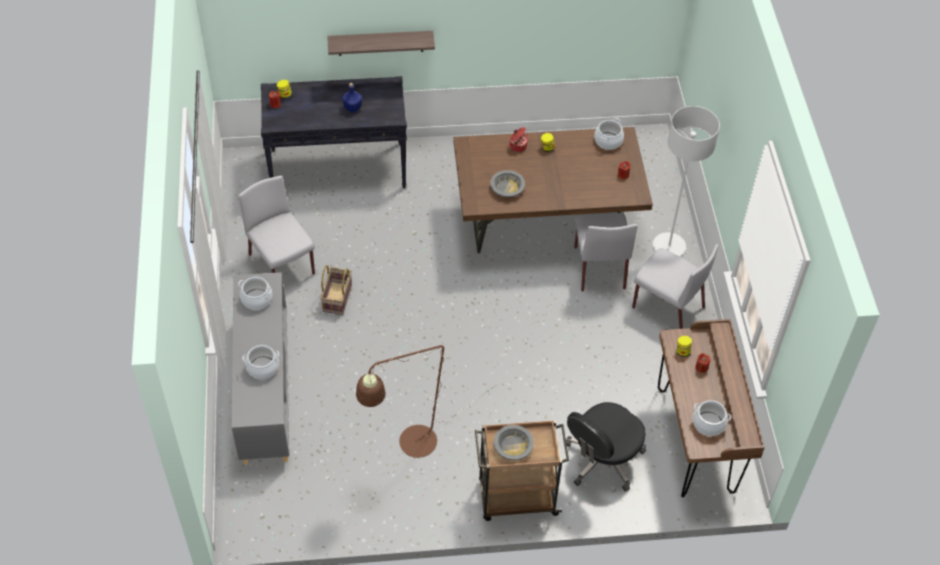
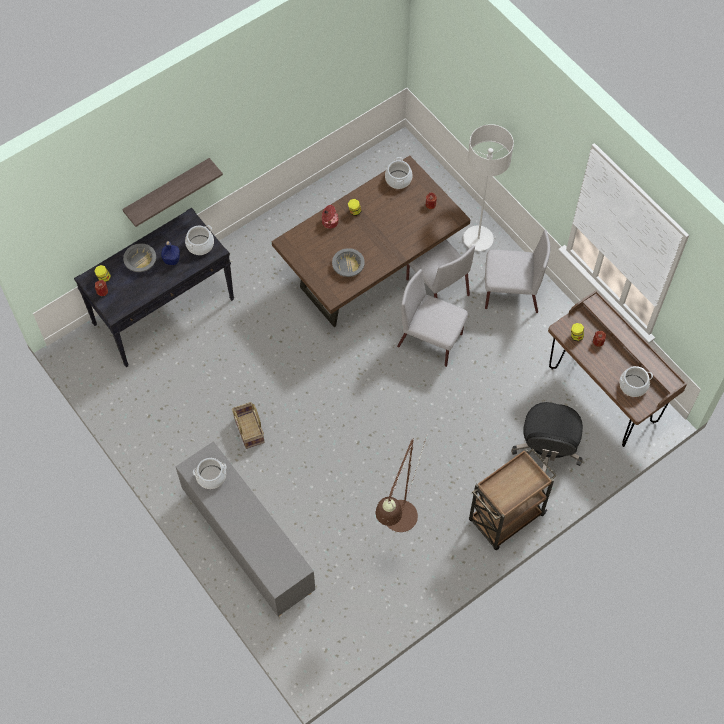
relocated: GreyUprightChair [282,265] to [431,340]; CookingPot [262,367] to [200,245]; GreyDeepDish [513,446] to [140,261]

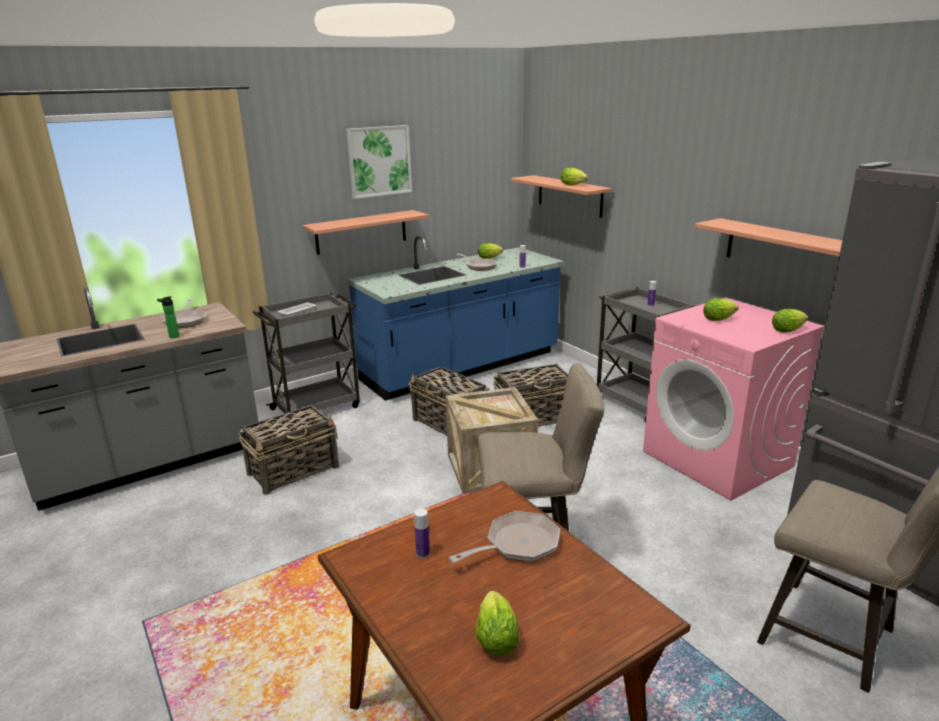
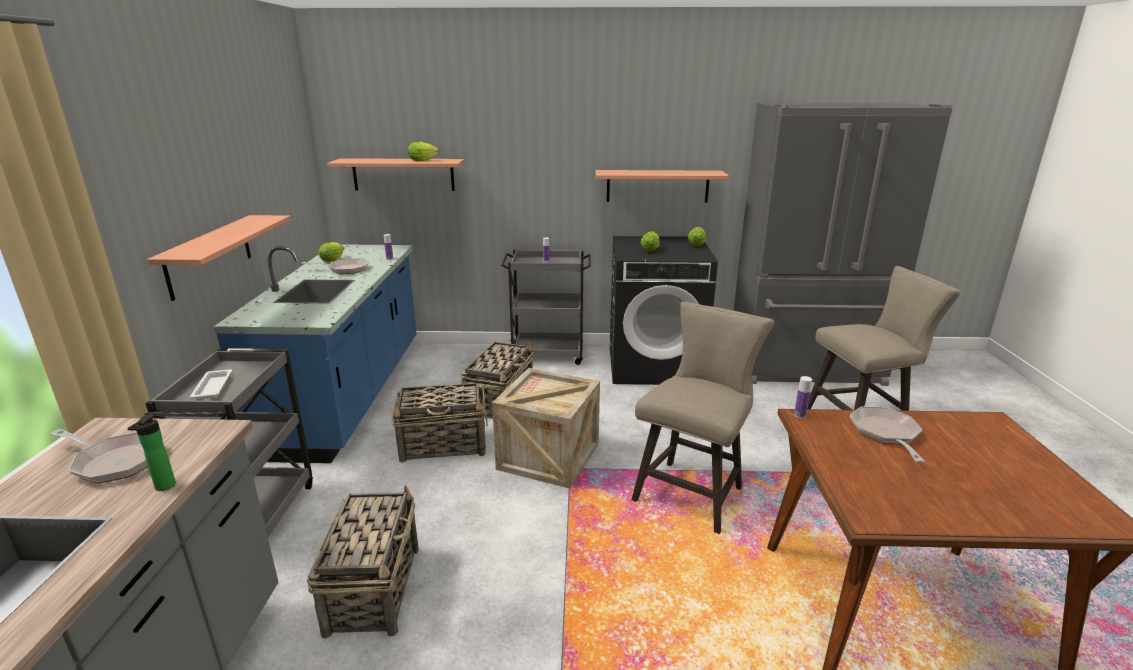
missing: Picture [379,161]; HeadOfLettuce [495,635]
relocated: BeverageBottle [423,553] to [800,415]
colour: PinkLaundryMachine [718,459] to BlackLaundryMachine [655,365]

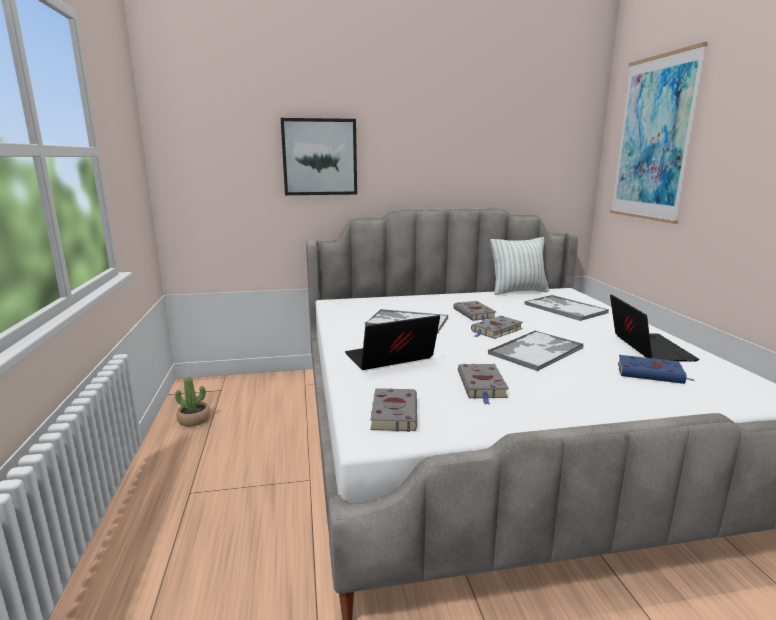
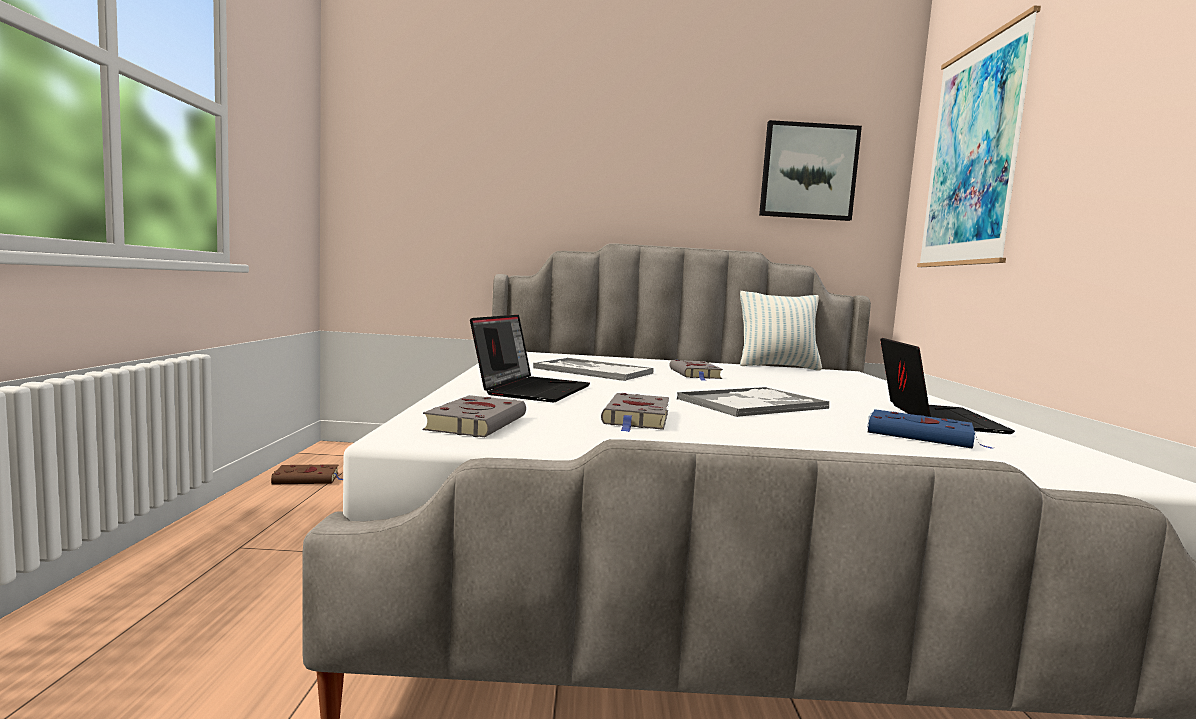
missing: Tray [564,308]; GreyVolume [496,330]
relocated: Picture [319,157] to [808,171]
exchanged: PlantInAPot [194,420] to BrownVolume [308,479]
spun: NotebookComputer [389,359] = [532,389] 120 degrees clockwise

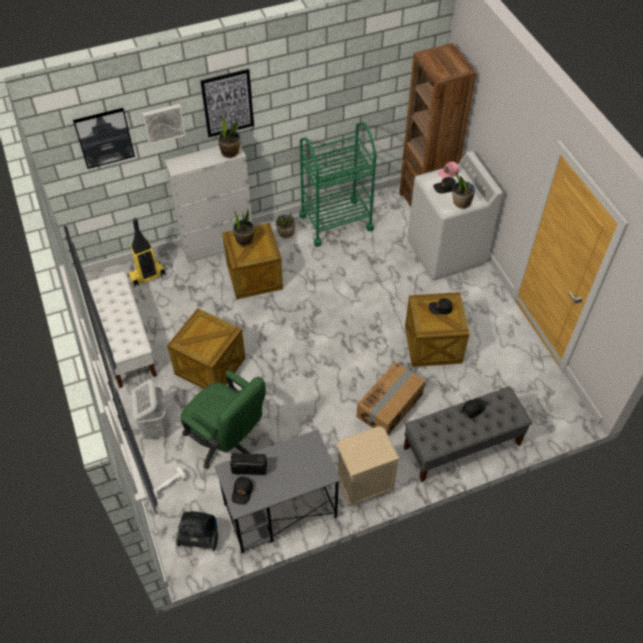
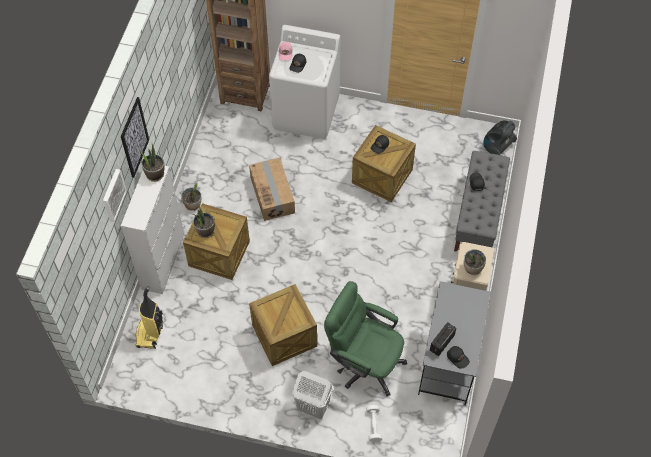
missing: Picture [104,137]; GreenishWheeledCart [336,222]; WhiteColouredLongSeat [125,342]
relocated: PlantInAPot [461,203] to [473,268]; CardboardBox [390,406] to [273,195]; VacuumCleaner [200,537] to [497,147]
spun: GreenishDeskChair [227,441] = [364,362] 135 degrees counterclockwise

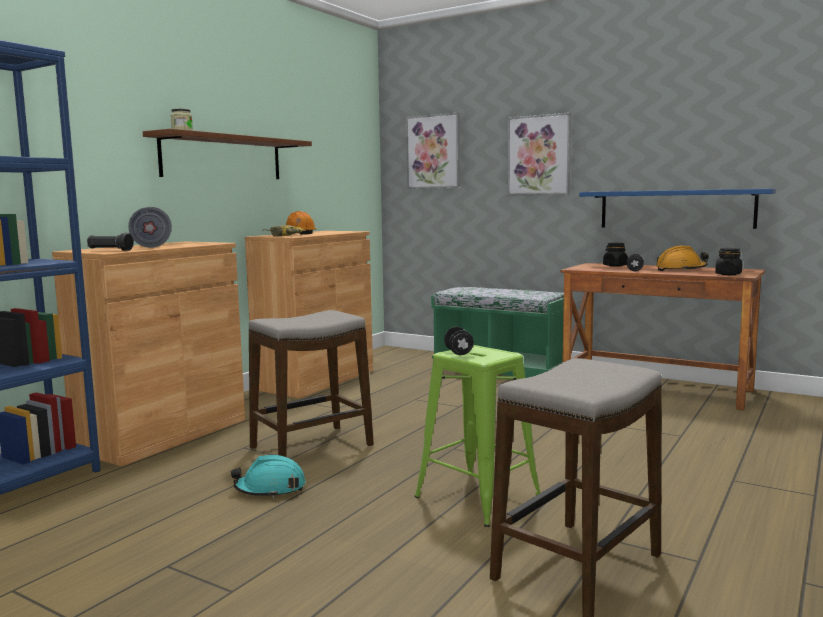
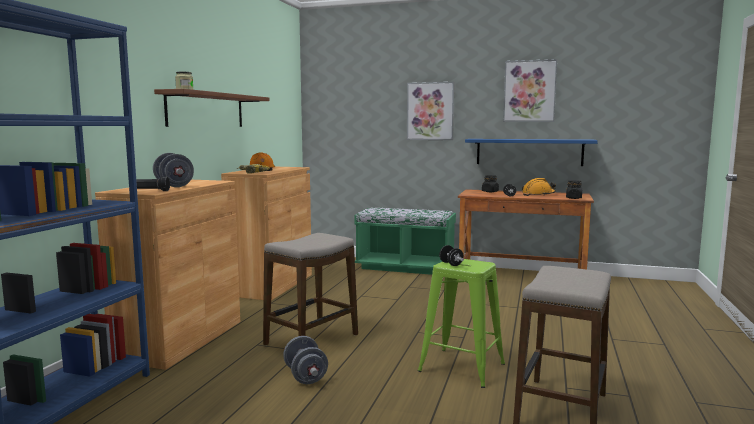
relocated: Picture [434,152] to [529,91]
exchanged: TurquoiseColouredWorkHelmet [270,489] to GreyFreeWeight [305,376]

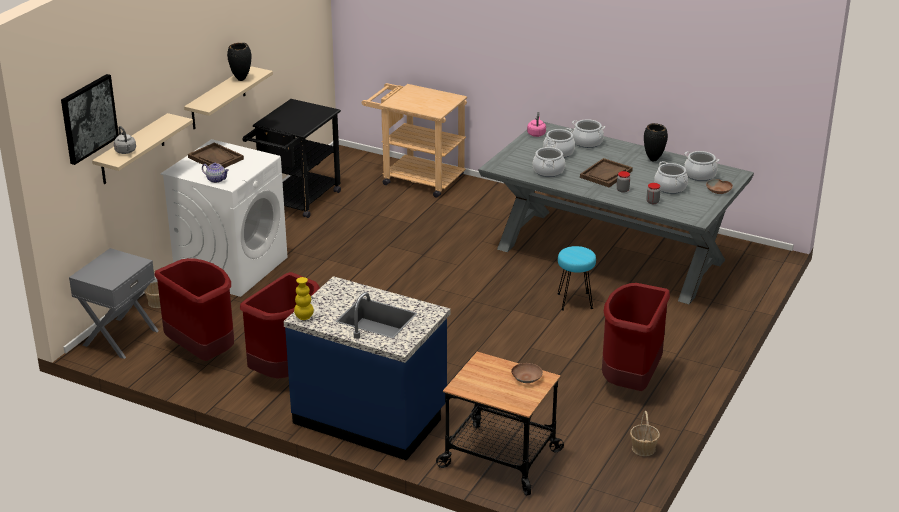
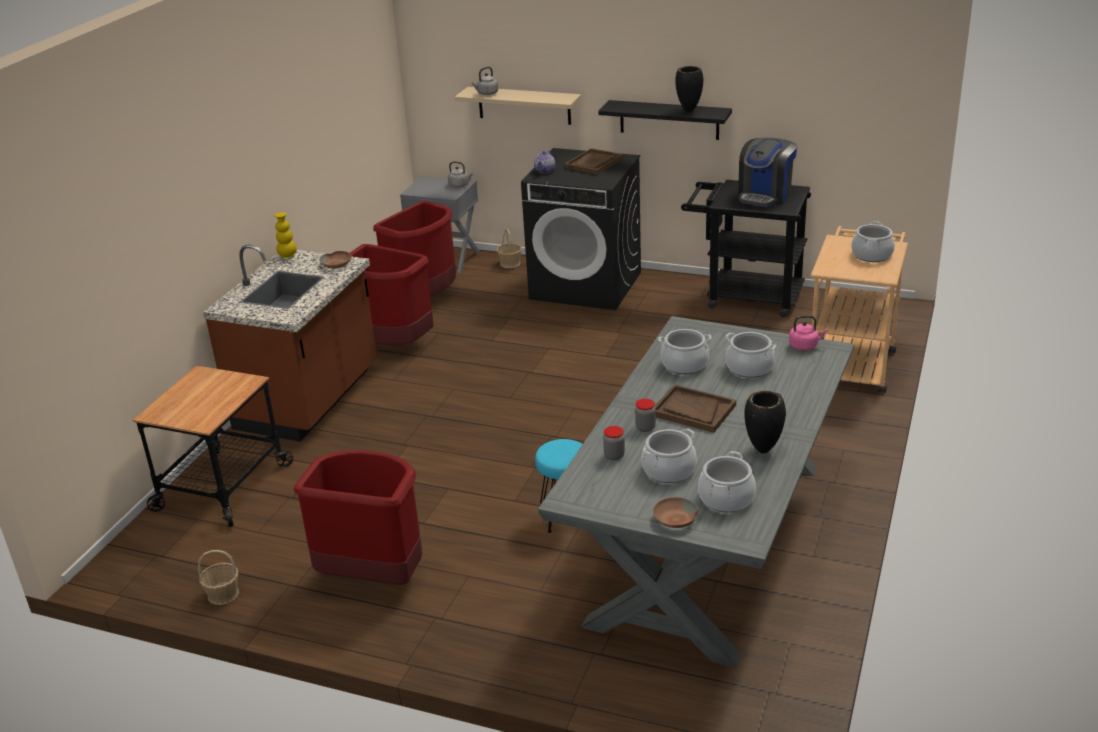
missing: Picture [88,118]
appeared: CoffeeBrewer [765,195]; GreyTeaKettle [460,185]
relocated: CookingPot [587,142] to [871,255]; BrownDeepDish [526,377] to [337,264]
colour: BeigeColouredBracketShelf [218,98] to BlackBracketShelf [669,120]; WhiteColouredLaundryMachine [231,267] to BlackLaundryMachine [586,285]; BlueKitchenBaseUnit [371,417] to BrownKitchenBaseUnit [309,399]

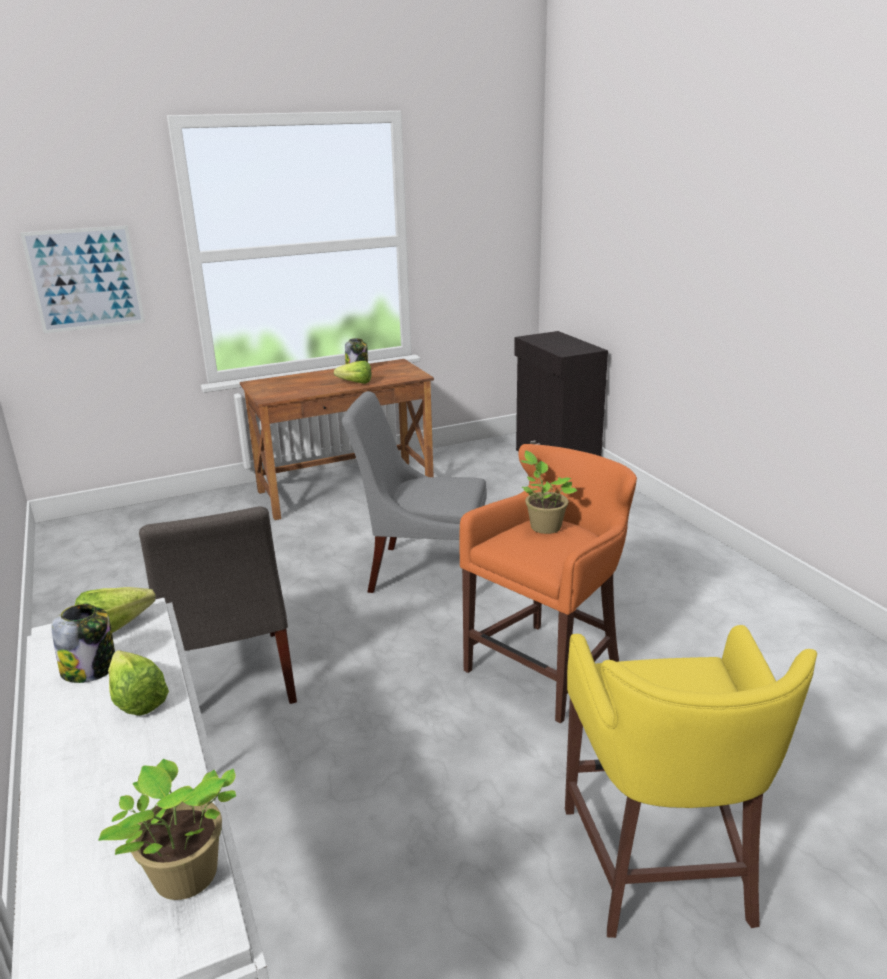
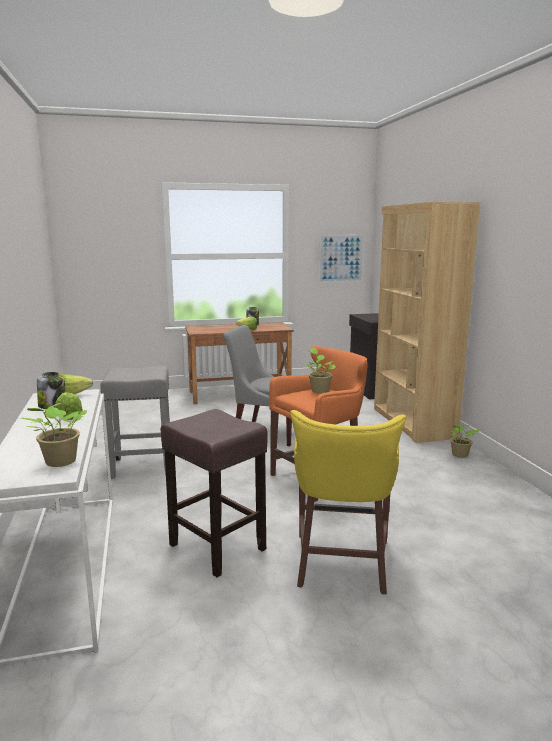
appeared: BrownBookcase [412,423]; BrownSittingStool [216,546]; PlantInAPot [459,455]
relocated: Picture [85,279] to [341,258]
exchanged: GreyUprightChair [230,682] to GreySittingStool [141,467]

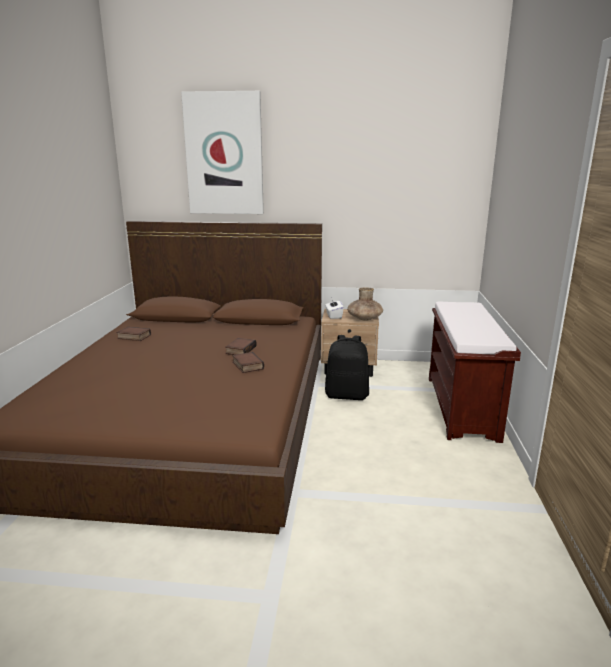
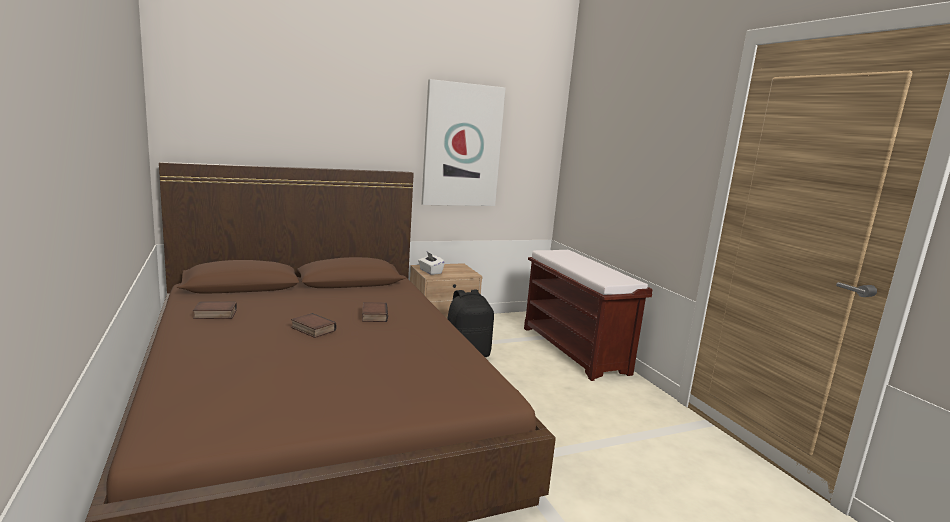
missing: BrownFlowerVase [364,318]
relocated: Picture [224,154] to [462,145]; Volume [246,365] to [312,329]

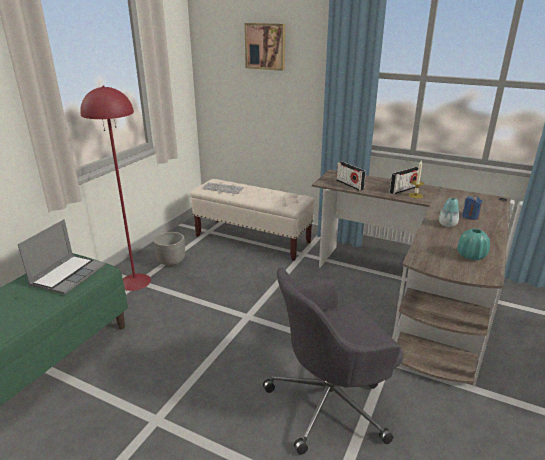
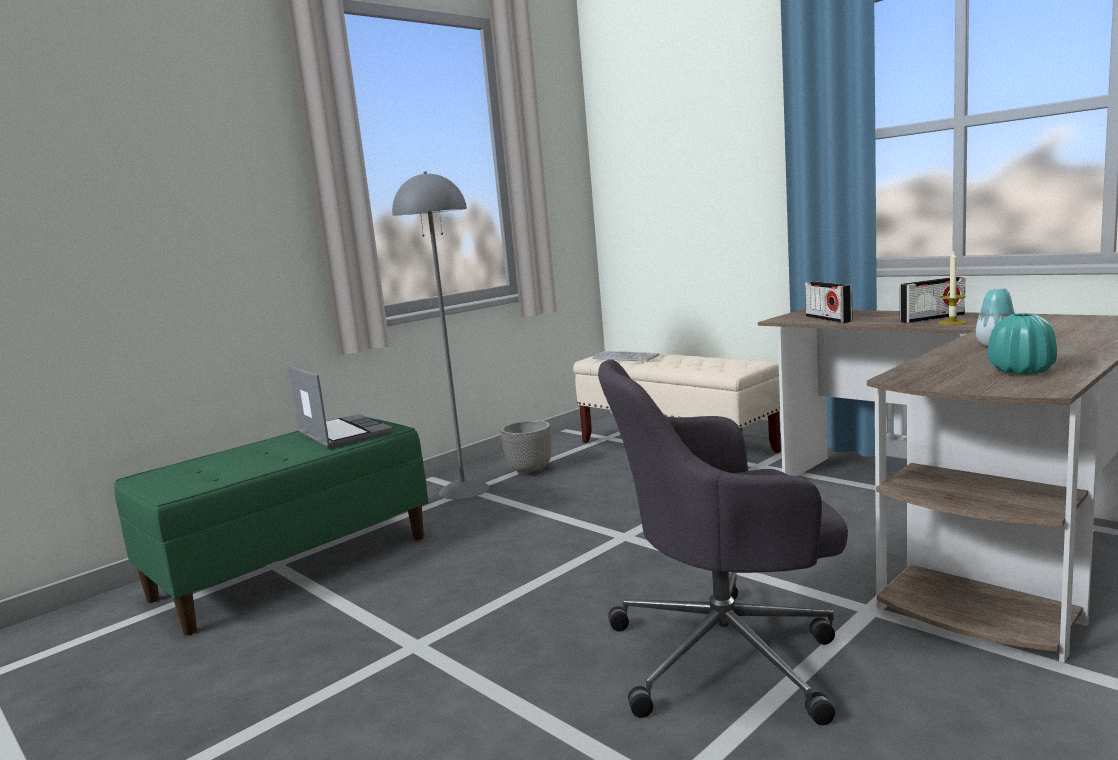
missing: Picture [266,46]; BlueWaxCandle [470,216]
colour: RedStandardLamp [135,281] to GreyStandardLamp [463,489]
spun: NotebookComputer [68,275] = [342,434] 75 degrees counterclockwise

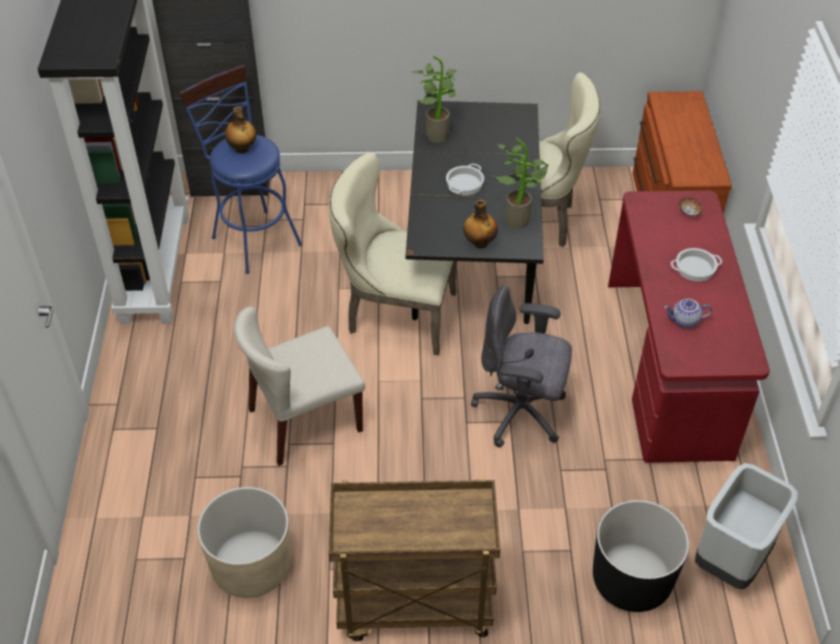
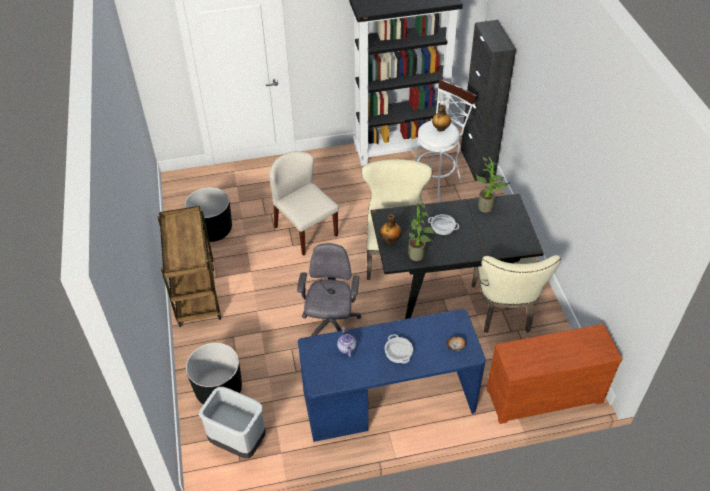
colour: BlueSittingStool [252,237] to WhiteColouredSittingStool [437,181]; RedDesk [669,366] to BlueDesk [389,401]; BeigeColouredPlanter [251,566] to BlackPlanter [212,229]

